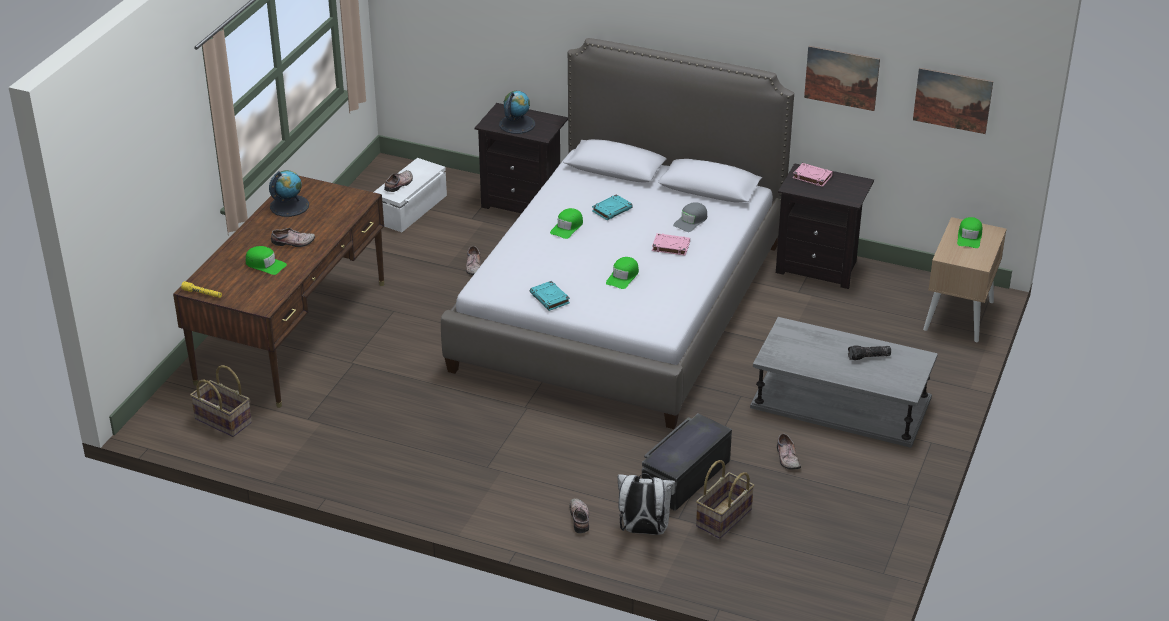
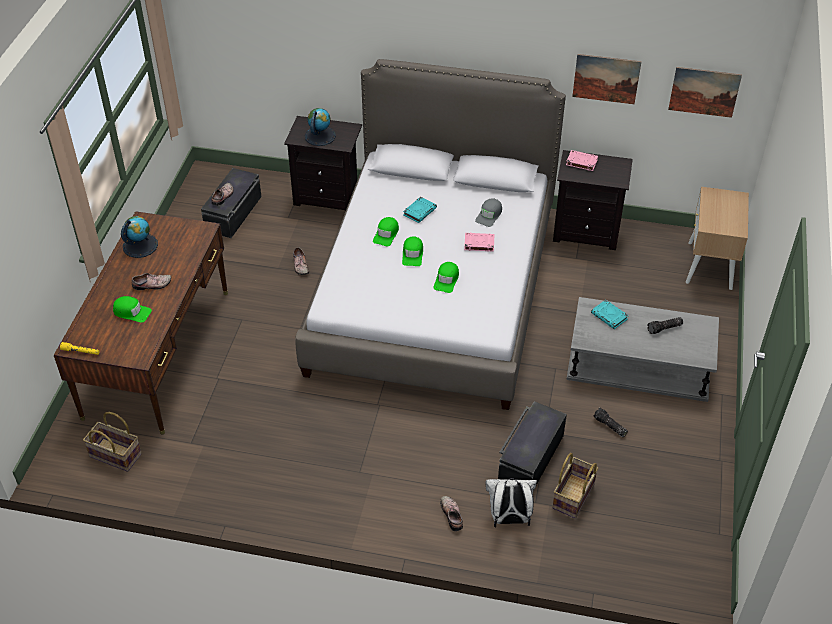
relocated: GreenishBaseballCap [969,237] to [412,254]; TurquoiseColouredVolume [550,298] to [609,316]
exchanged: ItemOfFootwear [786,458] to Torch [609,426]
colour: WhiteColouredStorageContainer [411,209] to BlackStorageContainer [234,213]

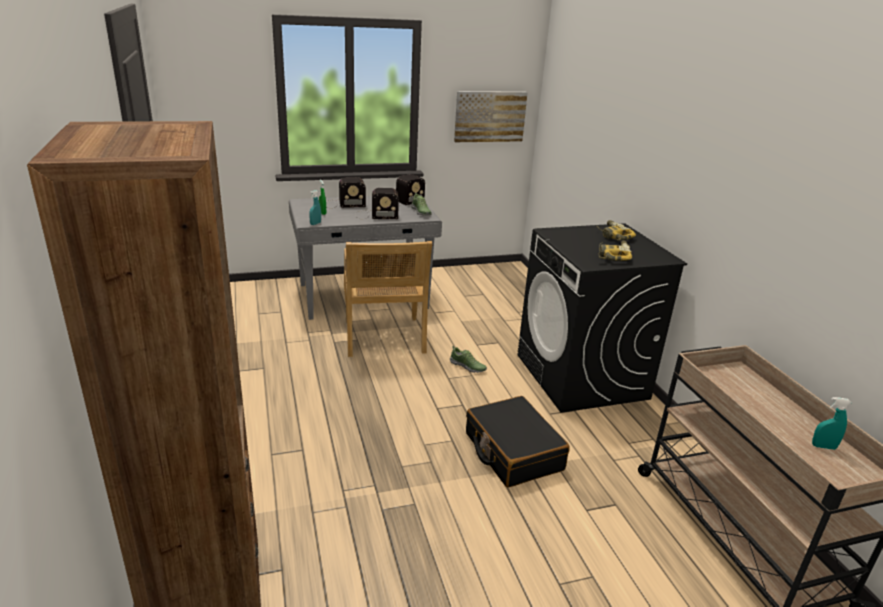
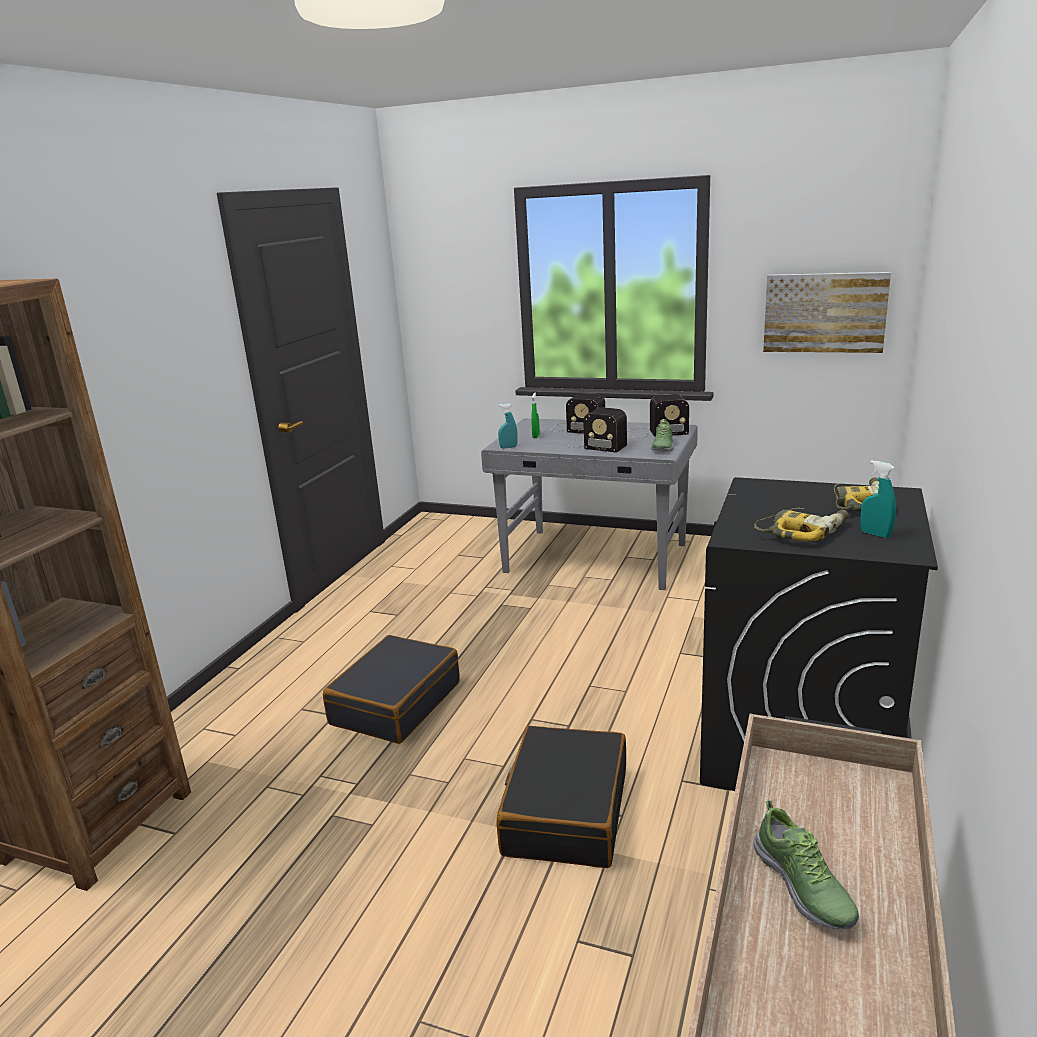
missing: BeigeColouredUprightChair [384,338]
appeared: BlackPieceOfLuggage [395,703]
relocated: ItemOfFootwear [468,367] to [803,887]; TurquoiseColouredSprayBottle [823,447] to [875,534]

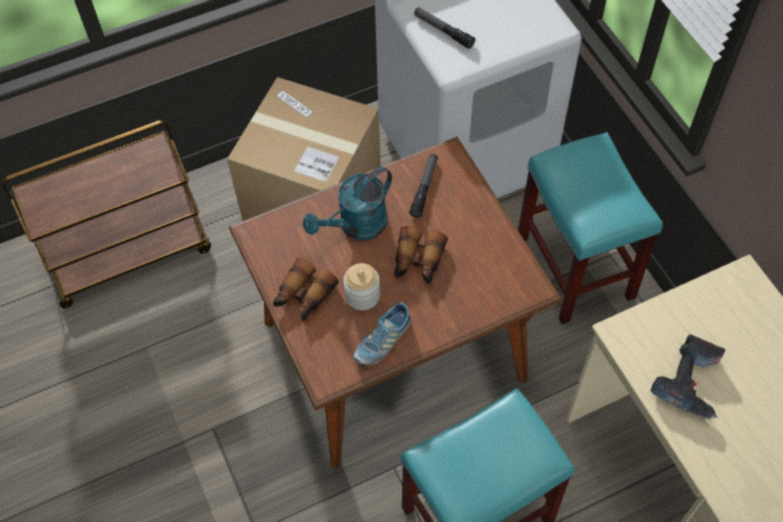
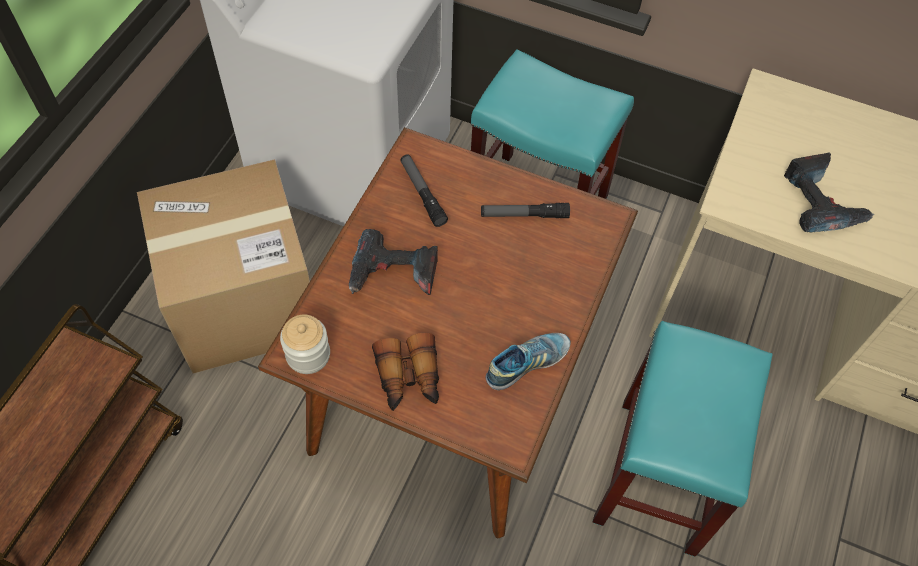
missing: FieldGlasses [418,262]
relocated: Torch [443,31] to [524,215]; PreserveJar [362,296] to [308,355]
exchanged: TurquoiseColouredWateringCan [356,226] to PowerDrill [393,274]
spun: ItemOfFootwear [382,340] = [527,364] 120 degrees counterclockwise

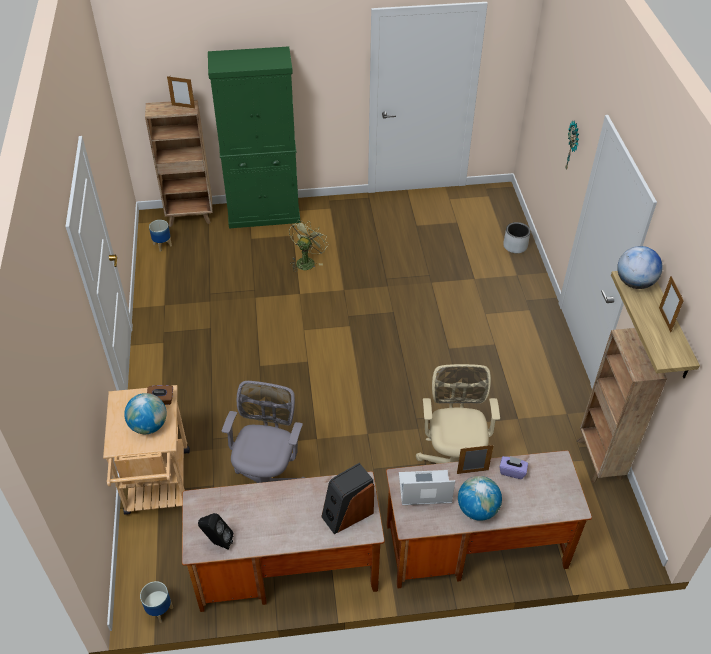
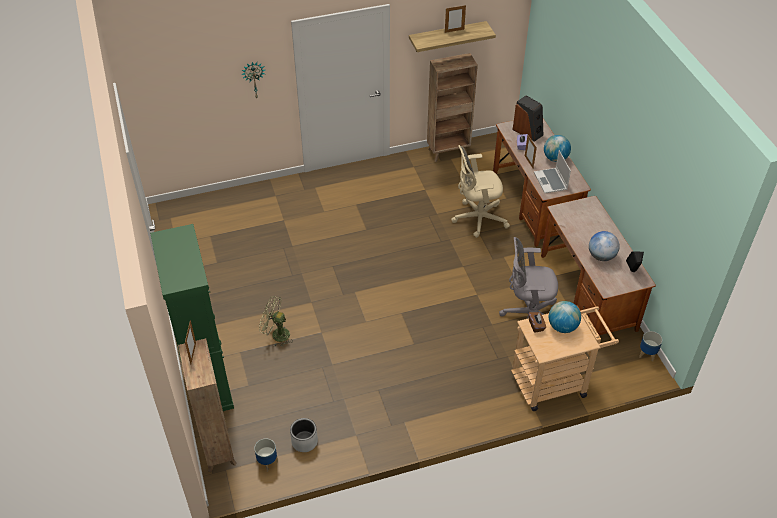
relocated: GreyPlanter [515,246] to [304,441]; WorldGlobe [634,283] to [601,256]; AudioSpeaker [347,514] to [528,131]

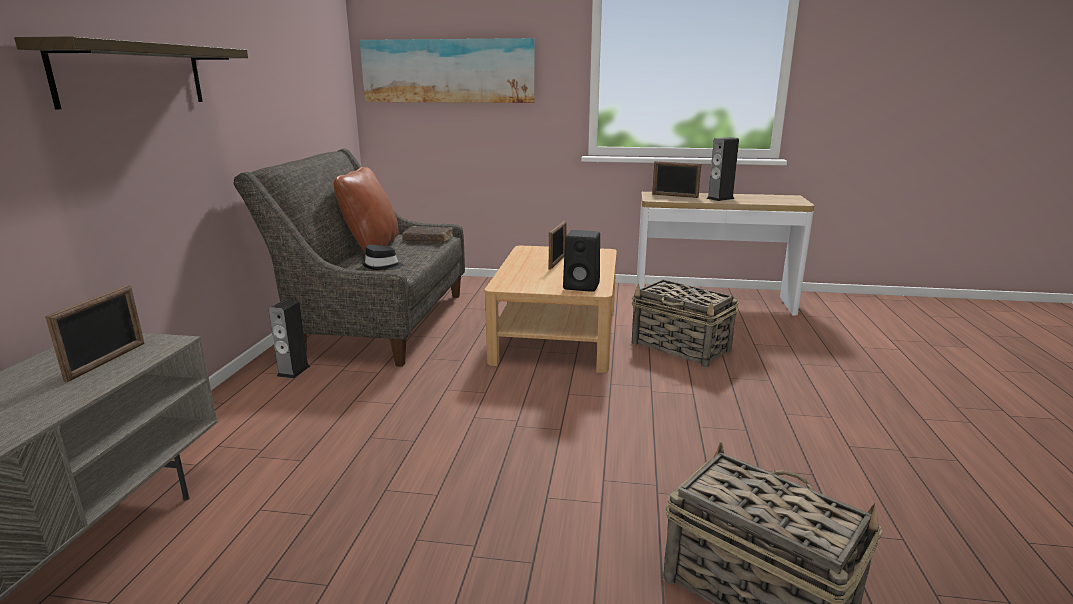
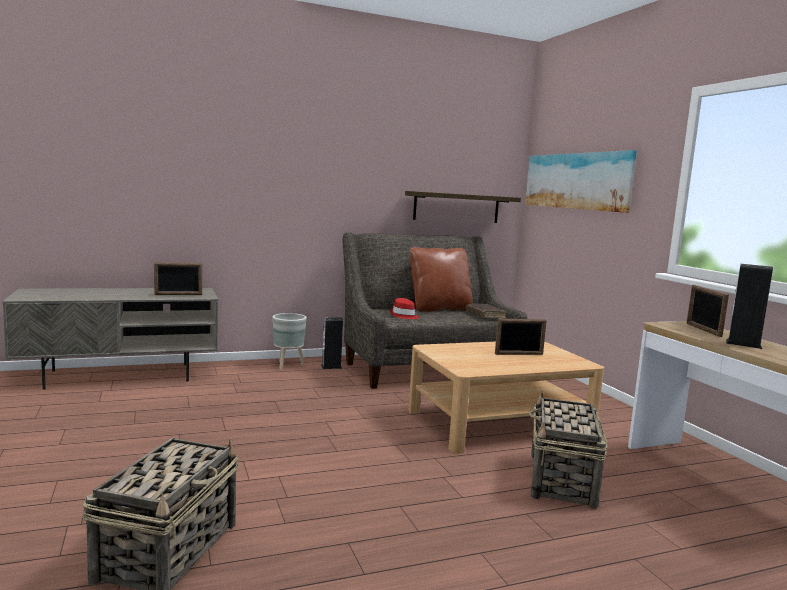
missing: BlackAudioSpeaker [583,286]
appeared: GreyPlanter [288,365]
relocated: BracketShelf [132,75] to [456,207]
colour: BlackClothingHat [382,266] to RedClothingHat [404,315]

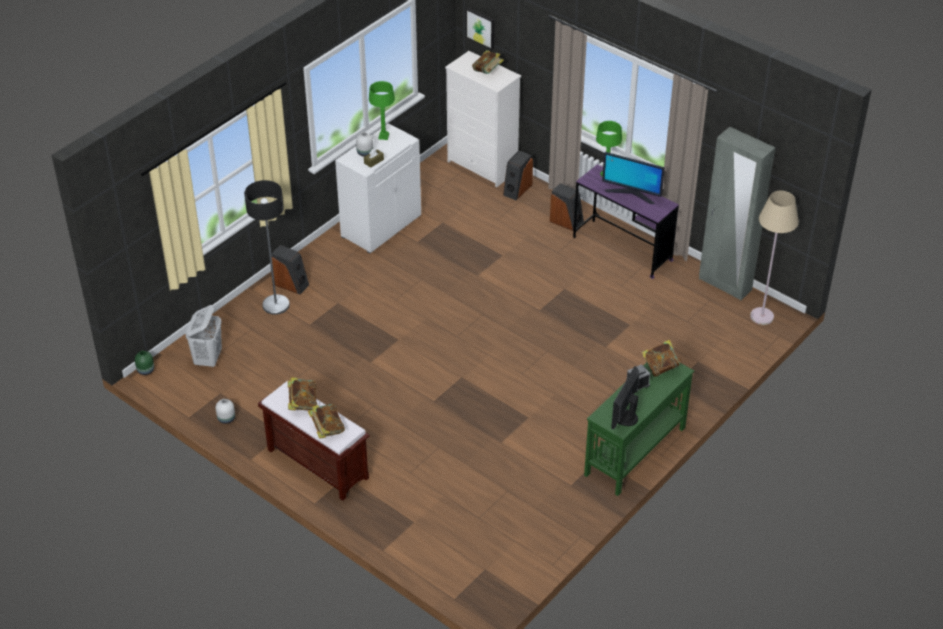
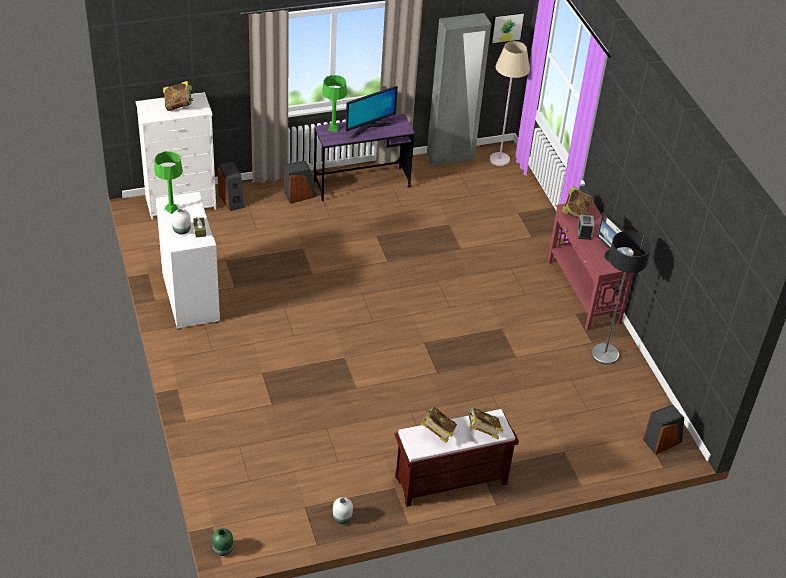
missing: WhiteColouredWashingBasket [208,359]
relocated: Picture [481,27] to [506,26]; StandardLamp [275,305] to [604,354]; AudioSpeaker [291,284] to [662,441]
colour: GreenishNarrowTable [634,451] to RedNarrowTable [583,292]

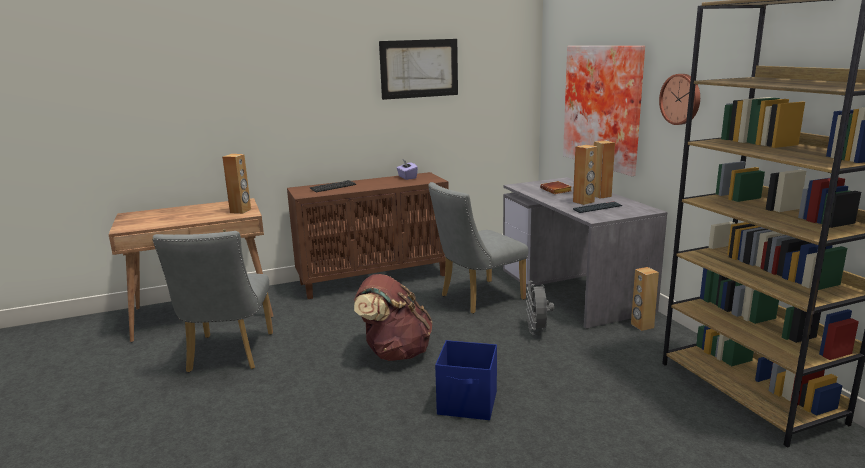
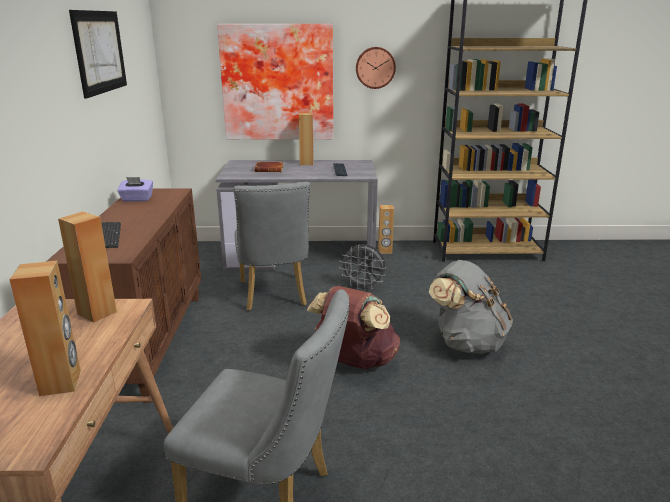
relocated: BrownAudioSpeaker [583,202] to [61,383]
exchanged: BlueStorageContainer [468,404] to GreyBackpack [466,343]

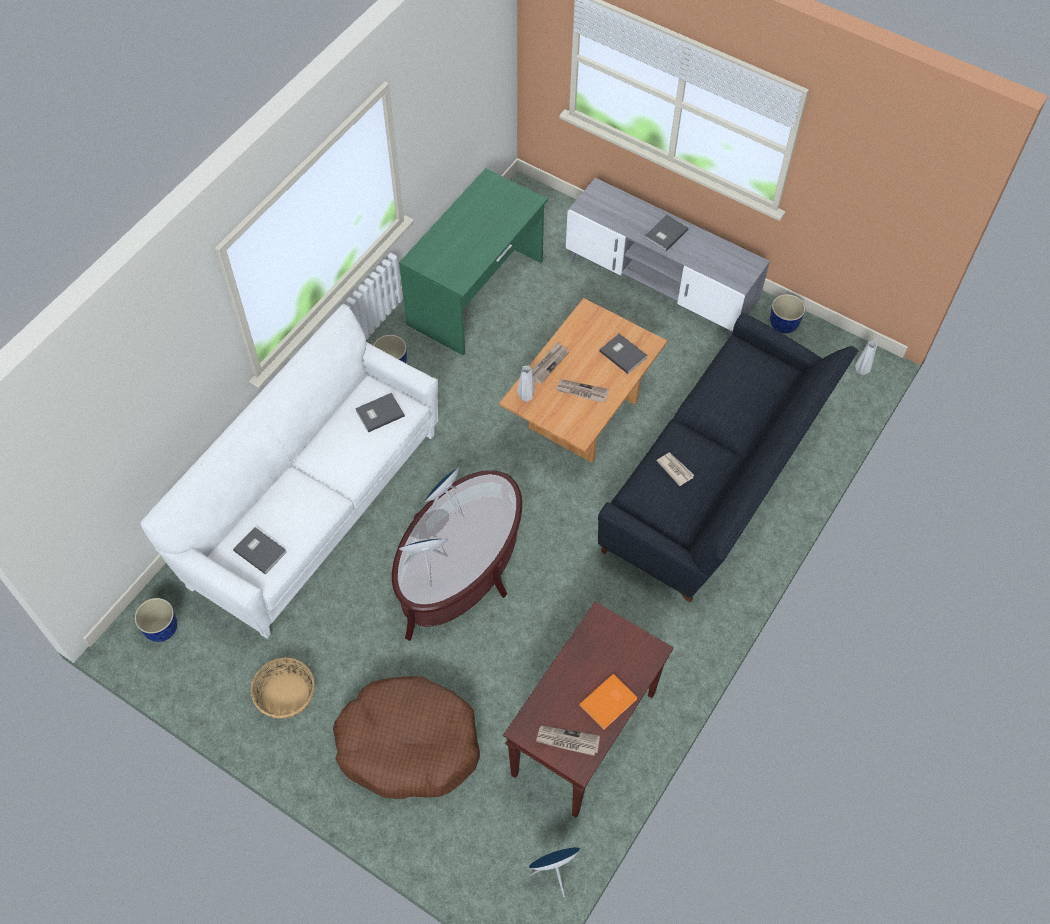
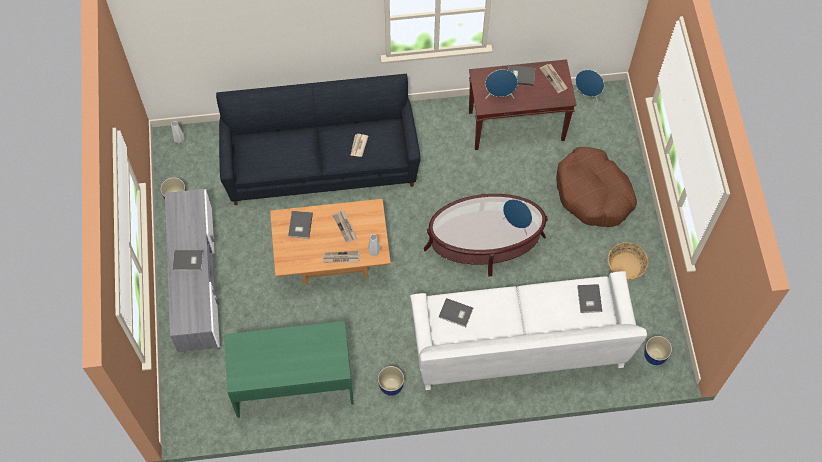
relocated: BlueAudioSpeaker [445,505] to [499,95]
colour: OrangeyVolume [609,702] to GreyVolume [520,75]

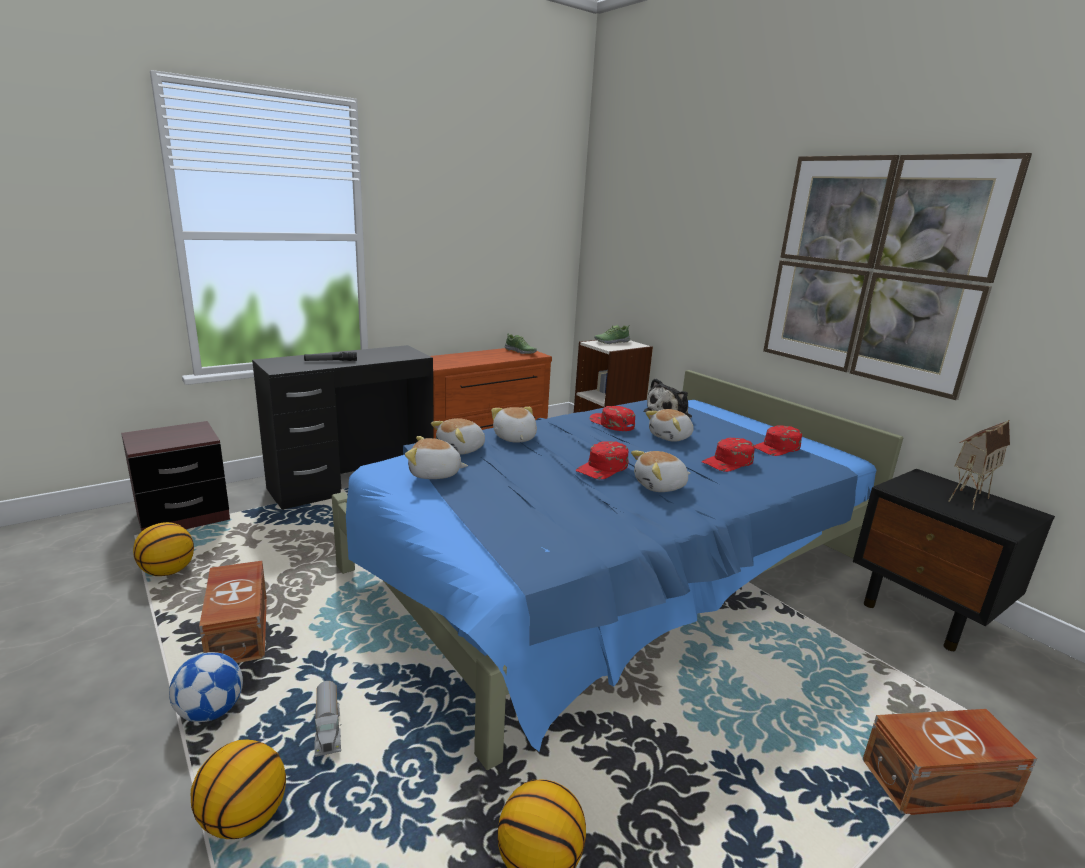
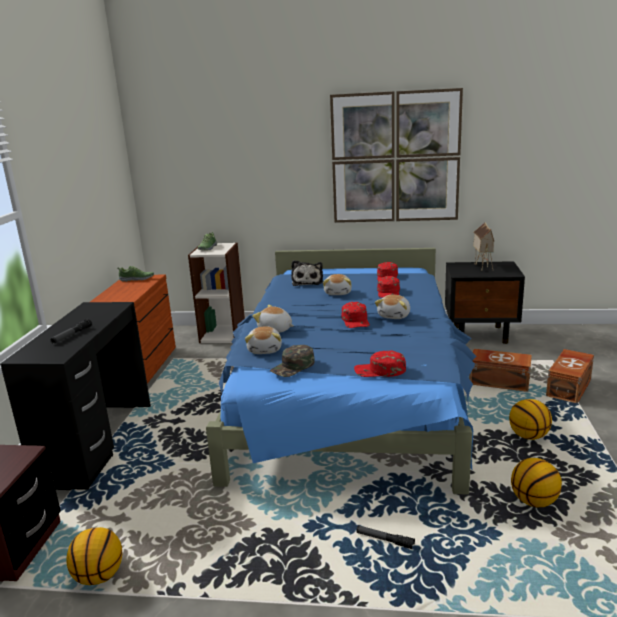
missing: BallForFootball [211,711]
relocated: RedBaseballCap [611,423] to [380,370]; BrownStorageContainer [240,631] to [498,382]; BasketballBall [243,818] to [528,436]
exchanged: SoftToy [435,474] to GreenishBaseballCap [293,367]; ToyLorry [329,729] to Torch [385,540]

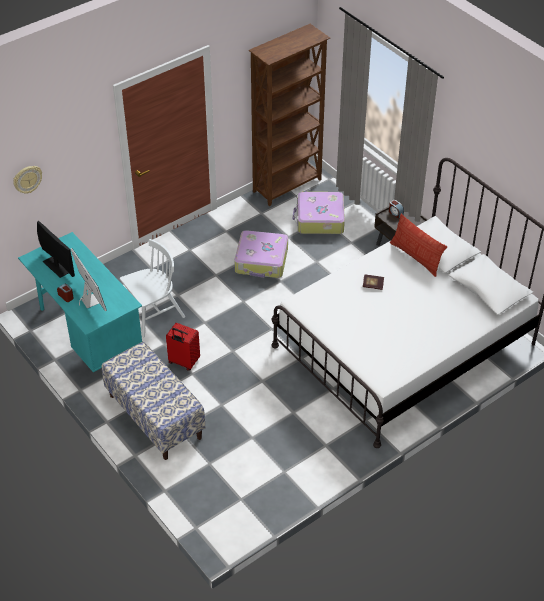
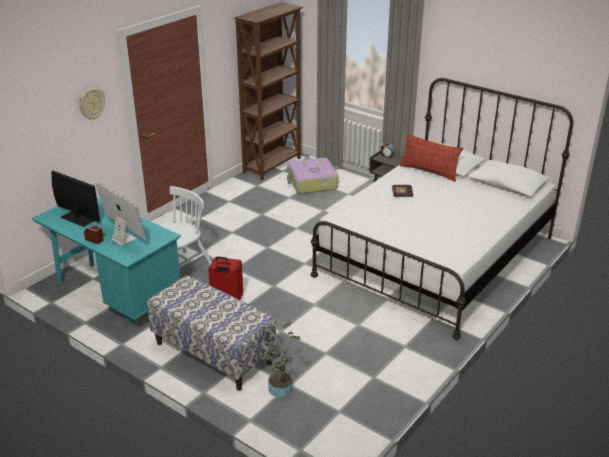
missing: PieceOfLuggage [262,261]
appeared: PlantInAPot [280,391]
relocated: WallClock [27,179] to [91,103]

